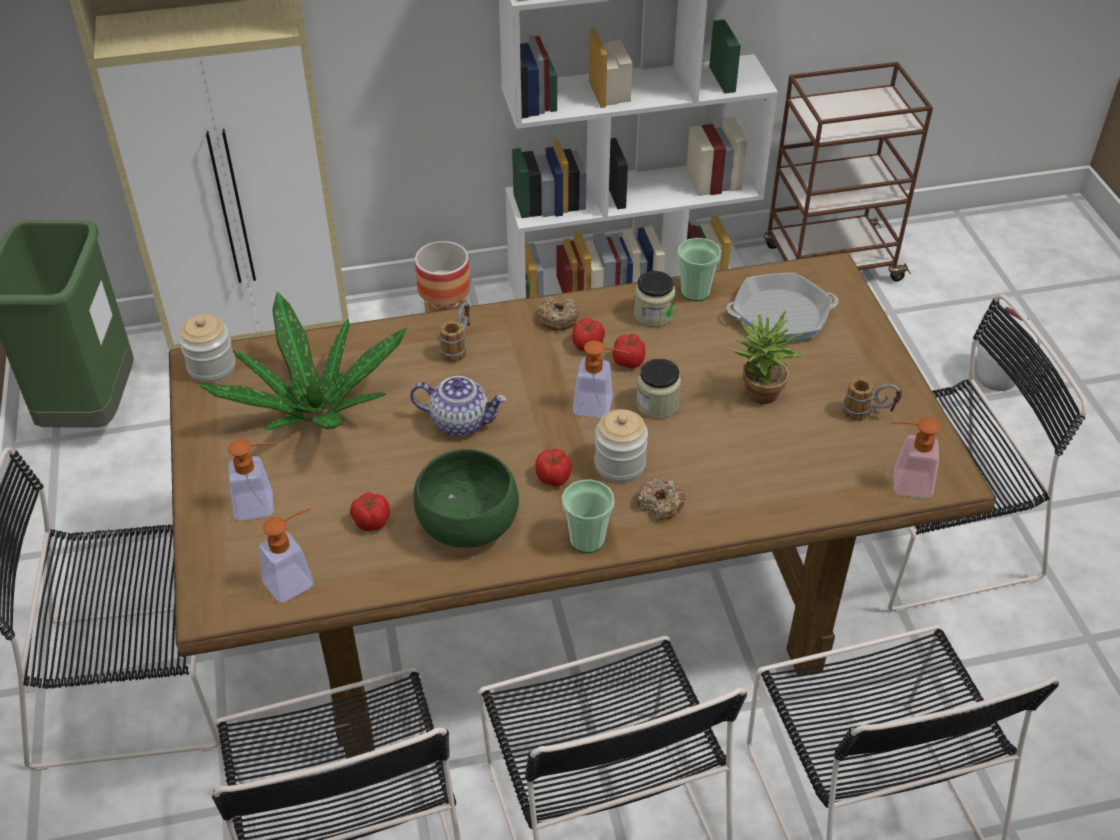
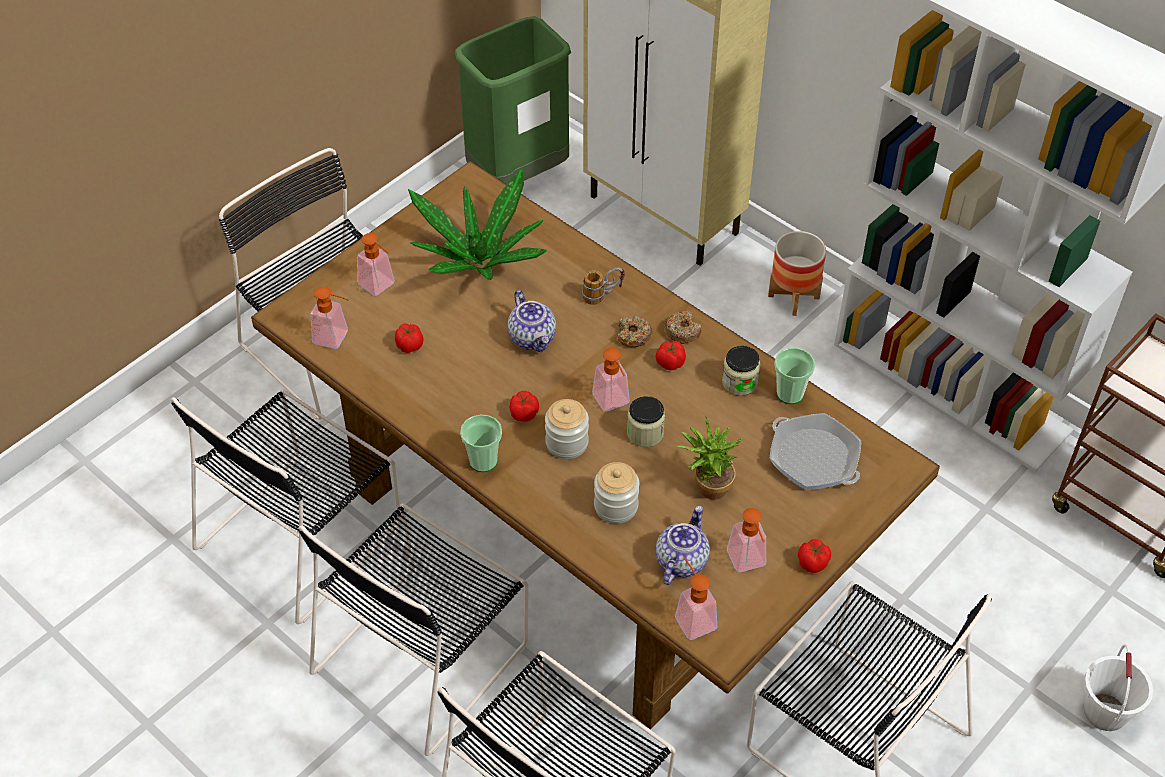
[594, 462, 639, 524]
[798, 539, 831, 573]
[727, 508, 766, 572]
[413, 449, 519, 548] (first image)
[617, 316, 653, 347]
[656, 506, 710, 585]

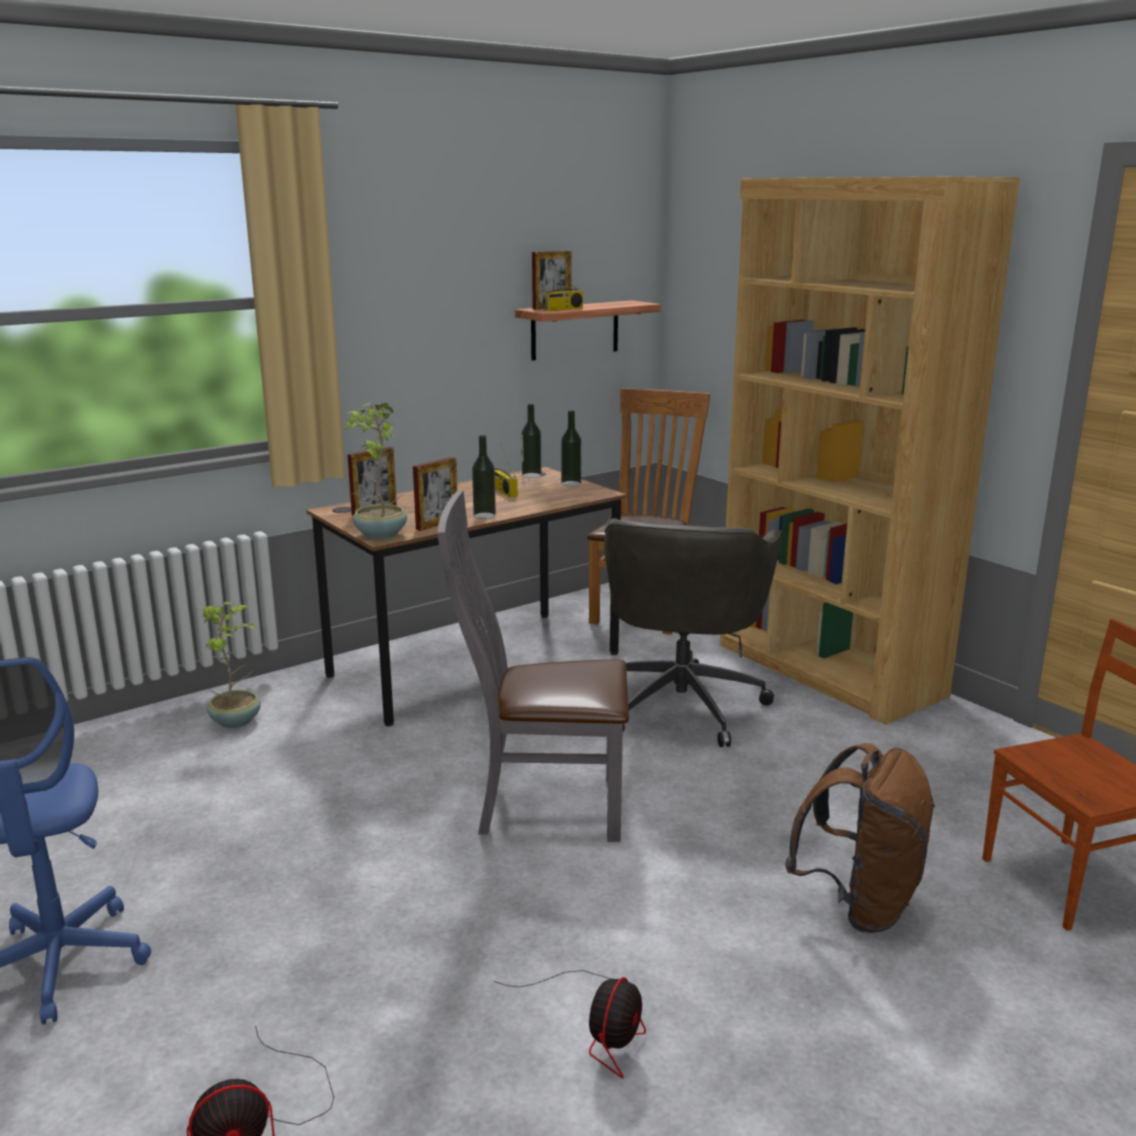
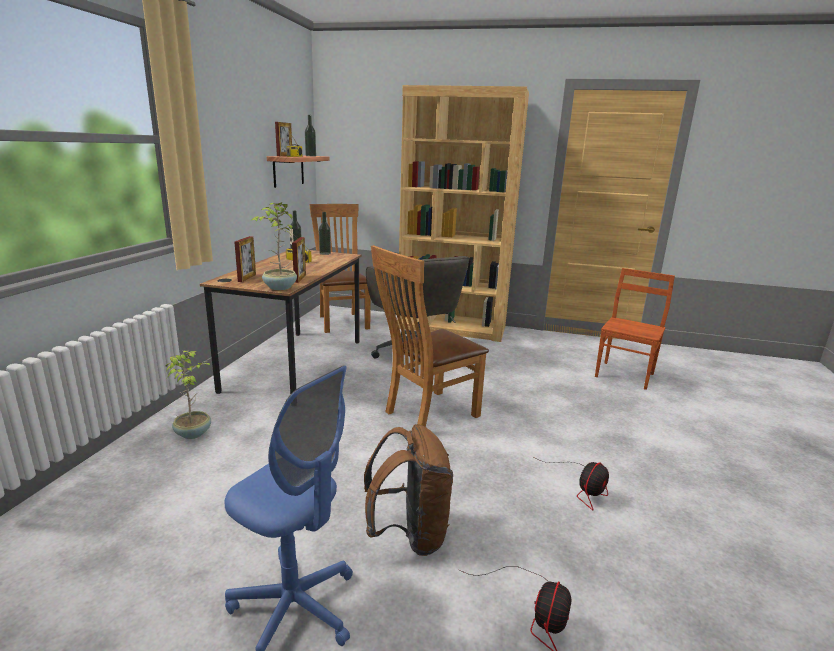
[305, 115, 316, 156]
[371, 245, 489, 427]
[364, 424, 453, 556]
[533, 457, 609, 510]

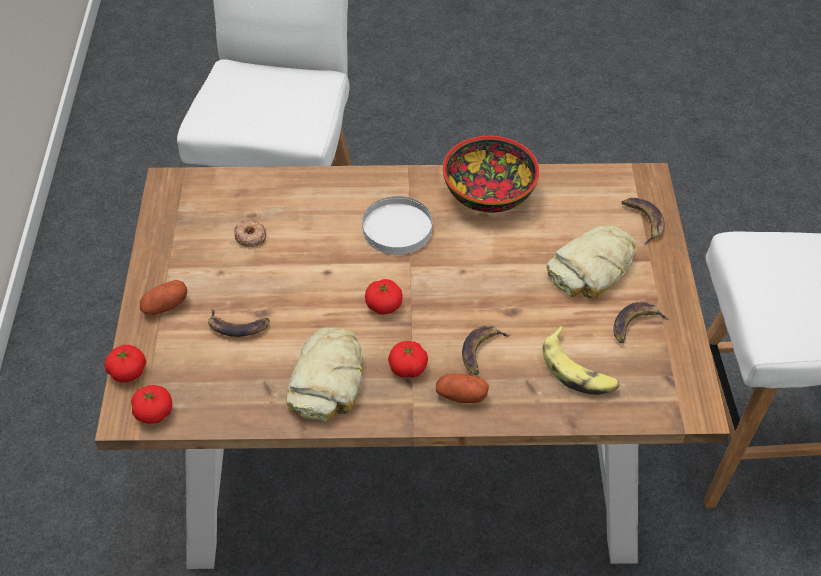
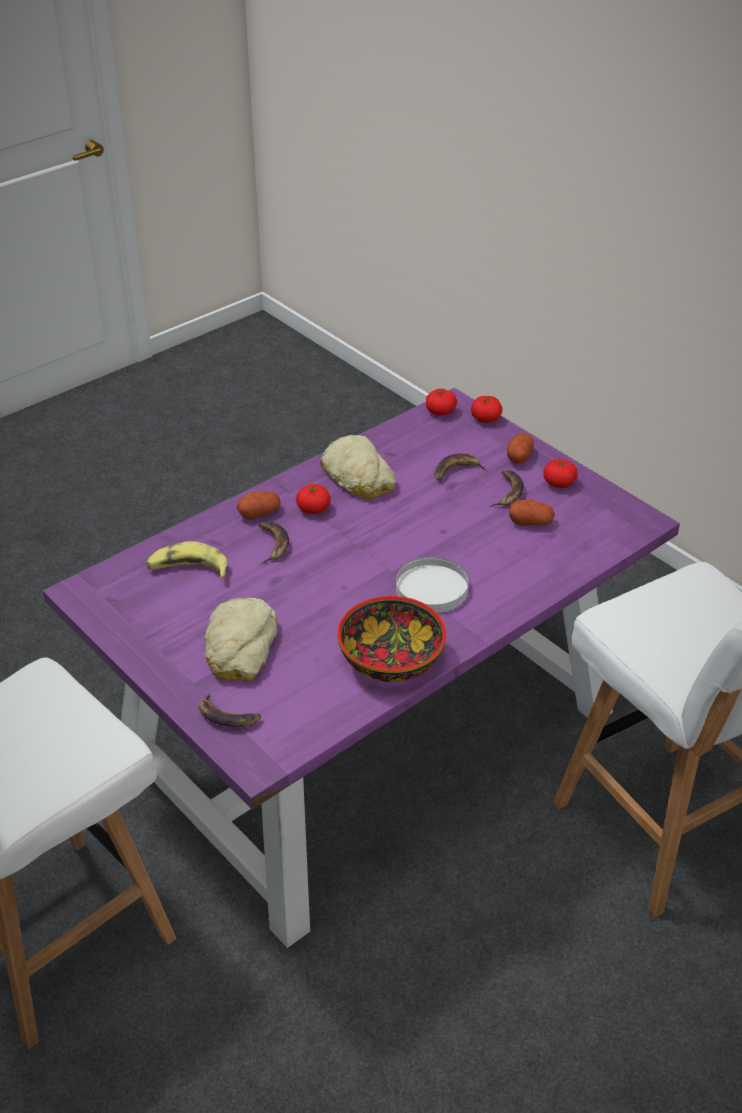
[43, 388, 680, 948]
[509, 499, 555, 526]
[543, 459, 578, 488]
[489, 470, 524, 507]

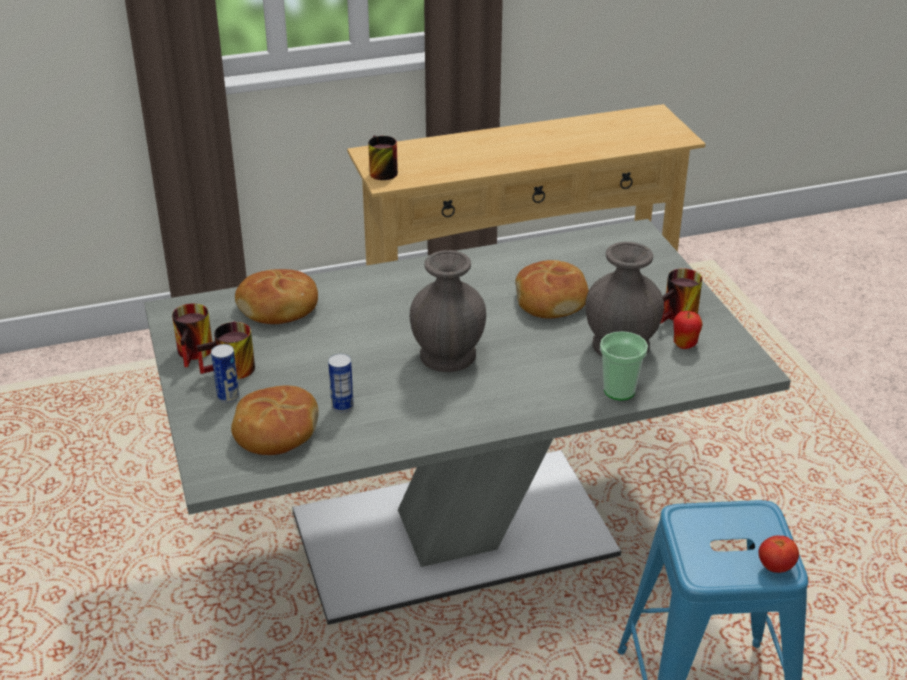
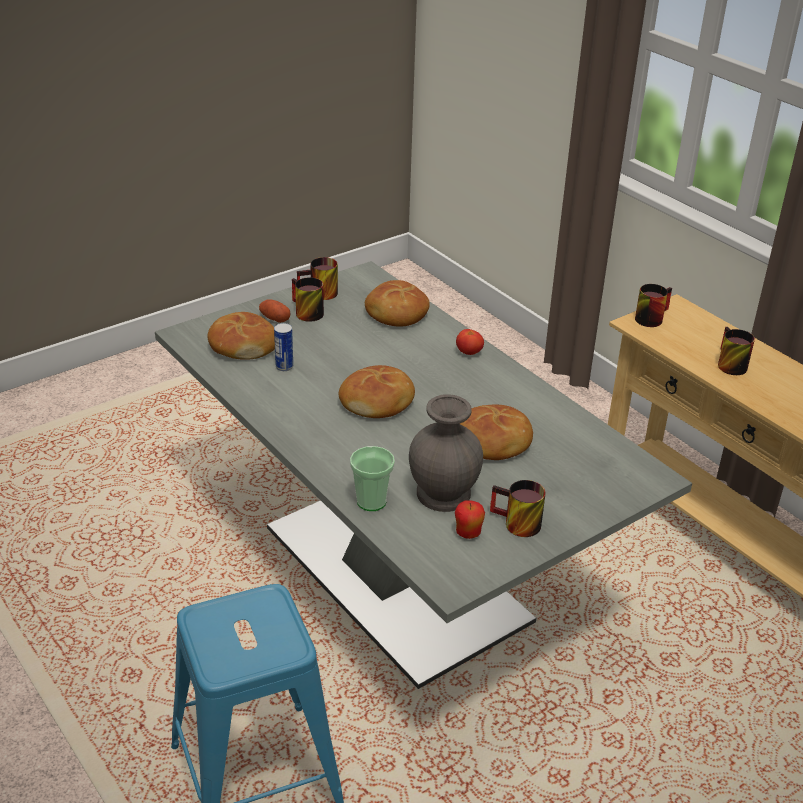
[339, 365, 415, 418]
[259, 299, 290, 323]
[456, 329, 484, 355]
[718, 327, 755, 375]

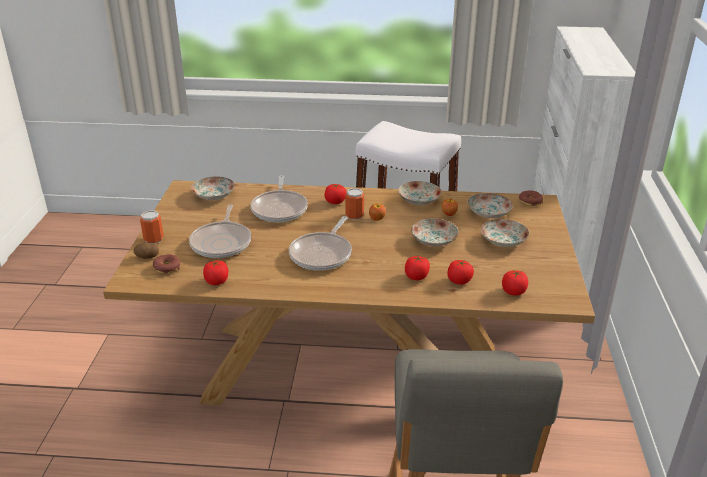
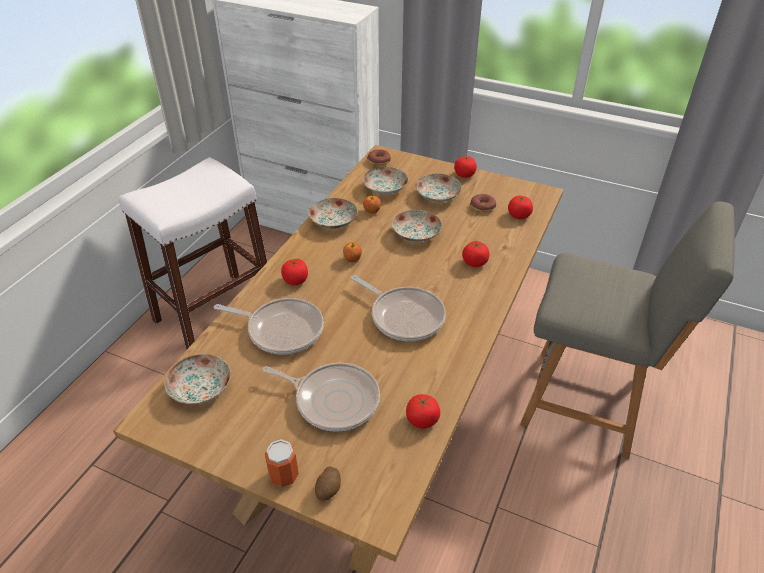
[345, 188, 364, 220] (first image)
[470, 194, 496, 212]
[454, 156, 477, 178]

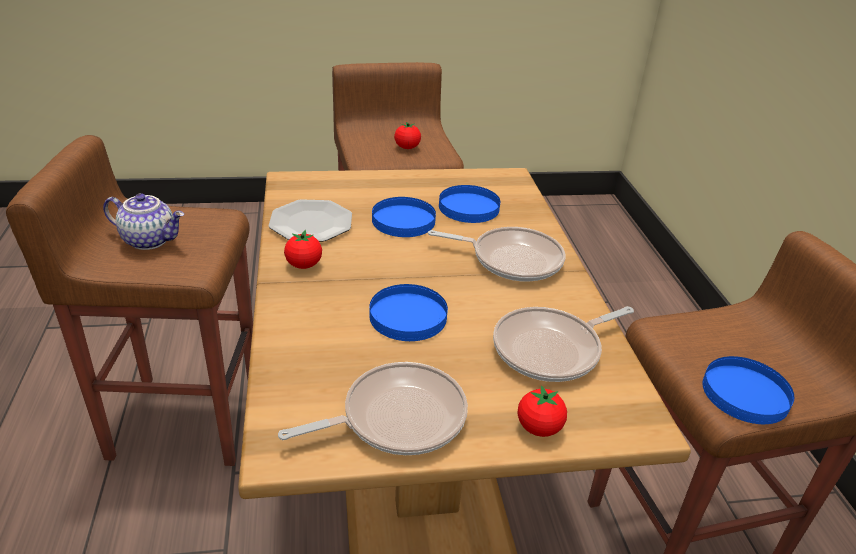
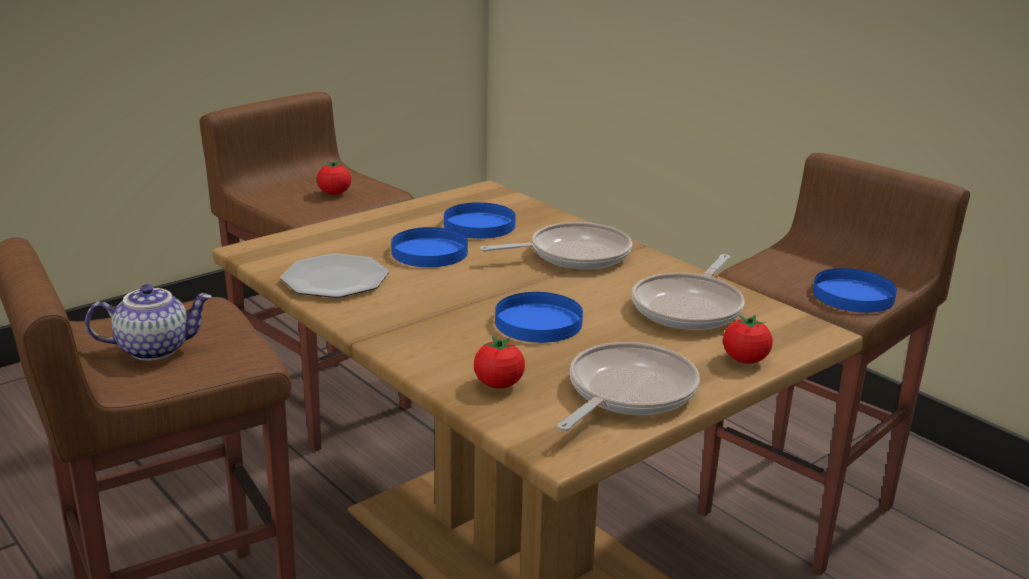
[474, 336, 525, 389]

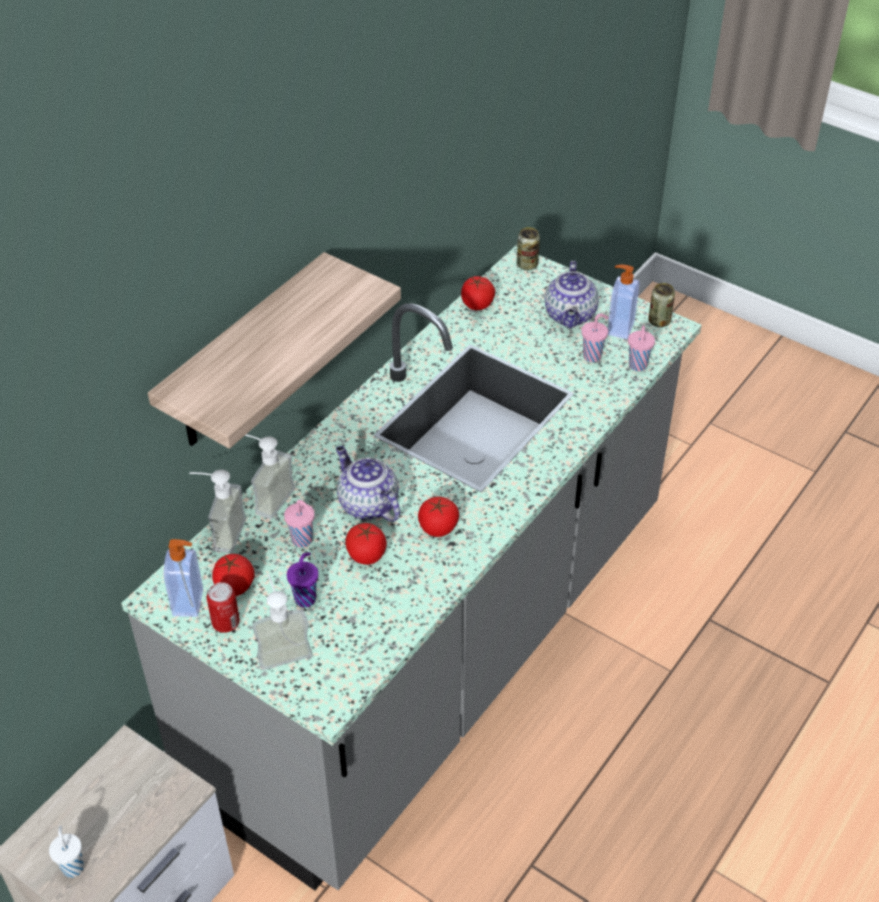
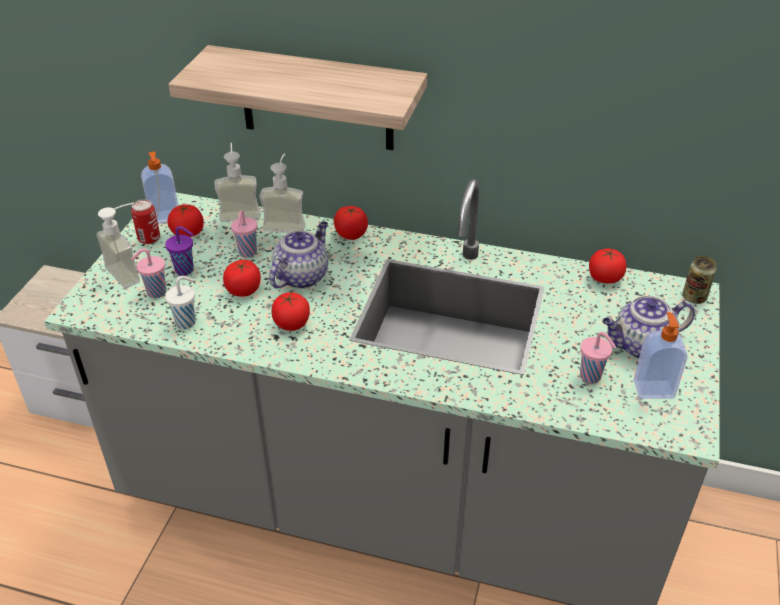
[648, 283, 675, 327] (first image)
[131, 248, 166, 298]
[165, 276, 196, 329]
[334, 206, 368, 240]

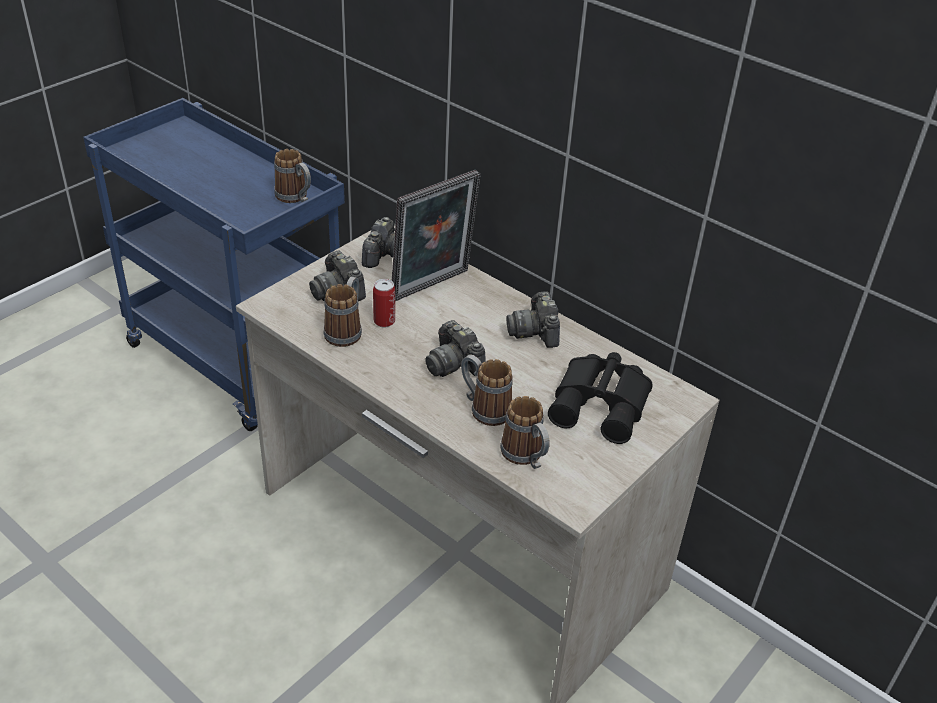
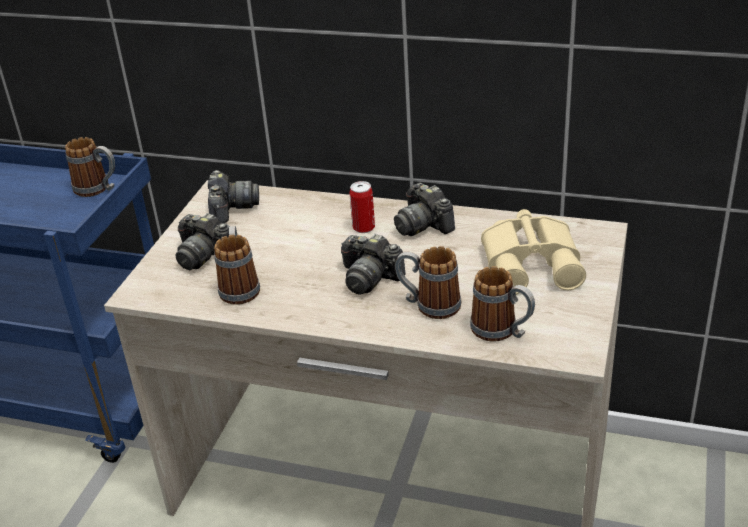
[392, 170, 481, 301] (first image)
[350, 181, 375, 233]
[481, 209, 586, 295]

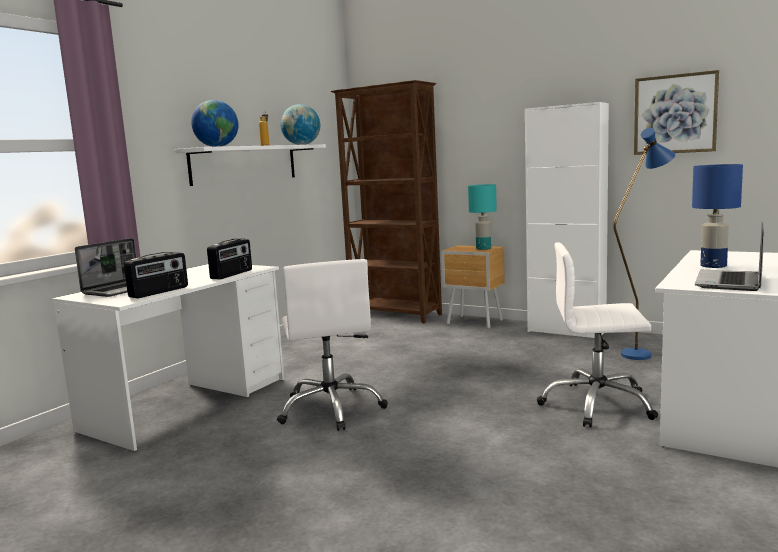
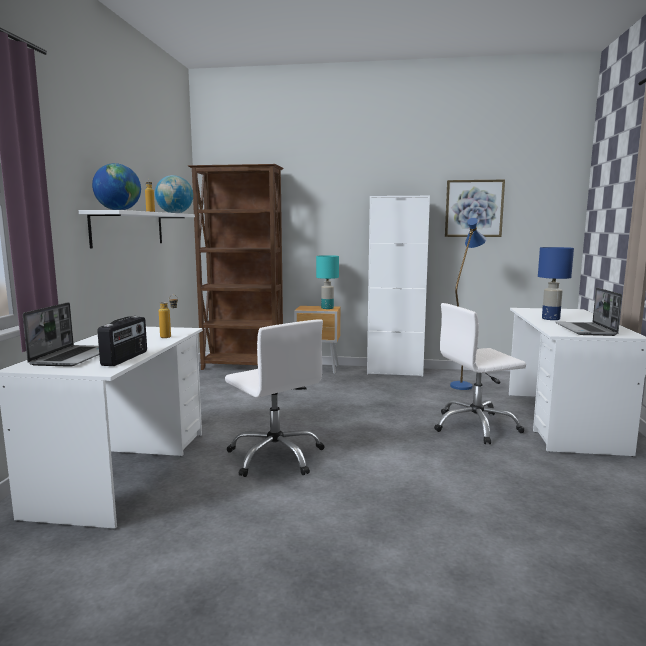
[159, 295, 178, 338]

